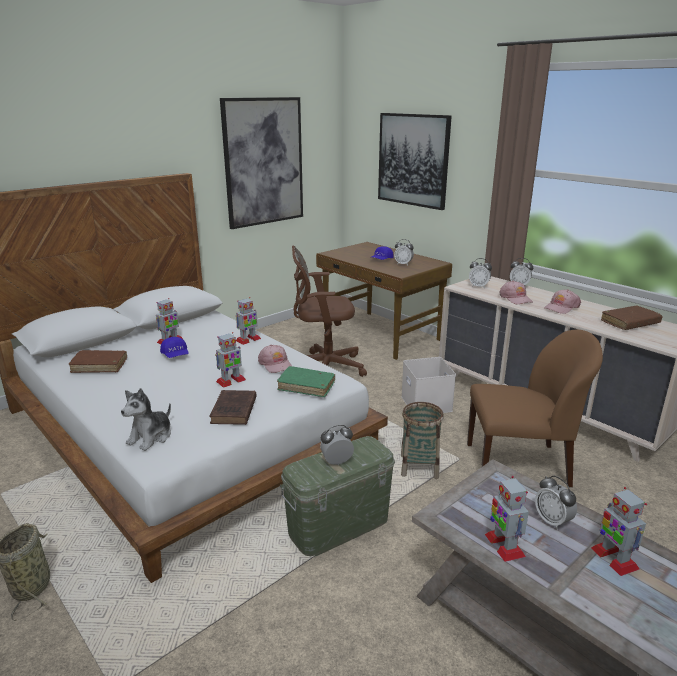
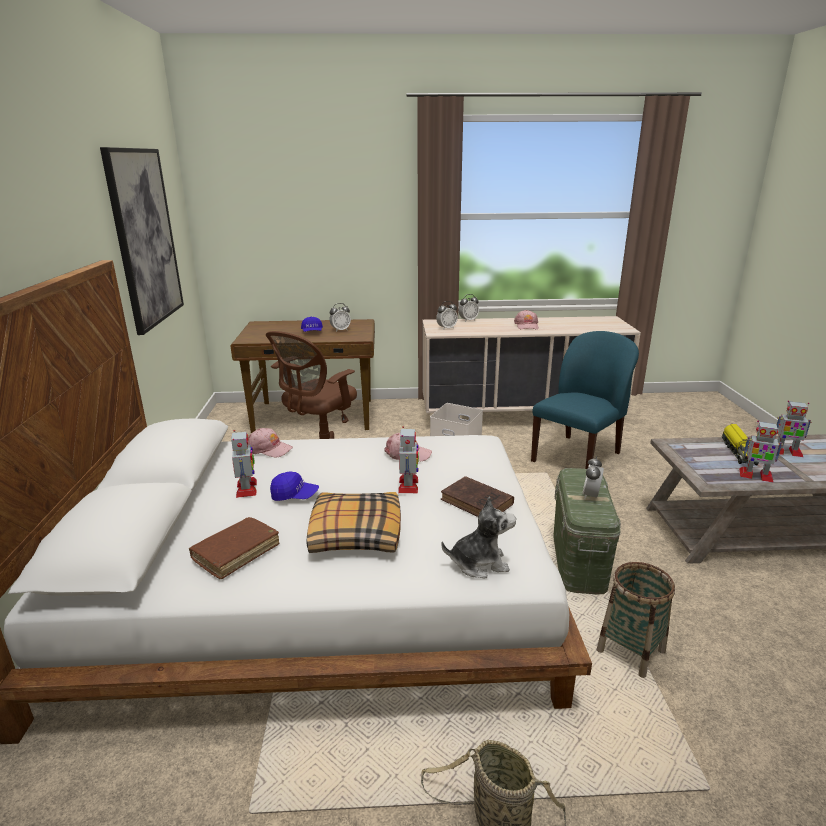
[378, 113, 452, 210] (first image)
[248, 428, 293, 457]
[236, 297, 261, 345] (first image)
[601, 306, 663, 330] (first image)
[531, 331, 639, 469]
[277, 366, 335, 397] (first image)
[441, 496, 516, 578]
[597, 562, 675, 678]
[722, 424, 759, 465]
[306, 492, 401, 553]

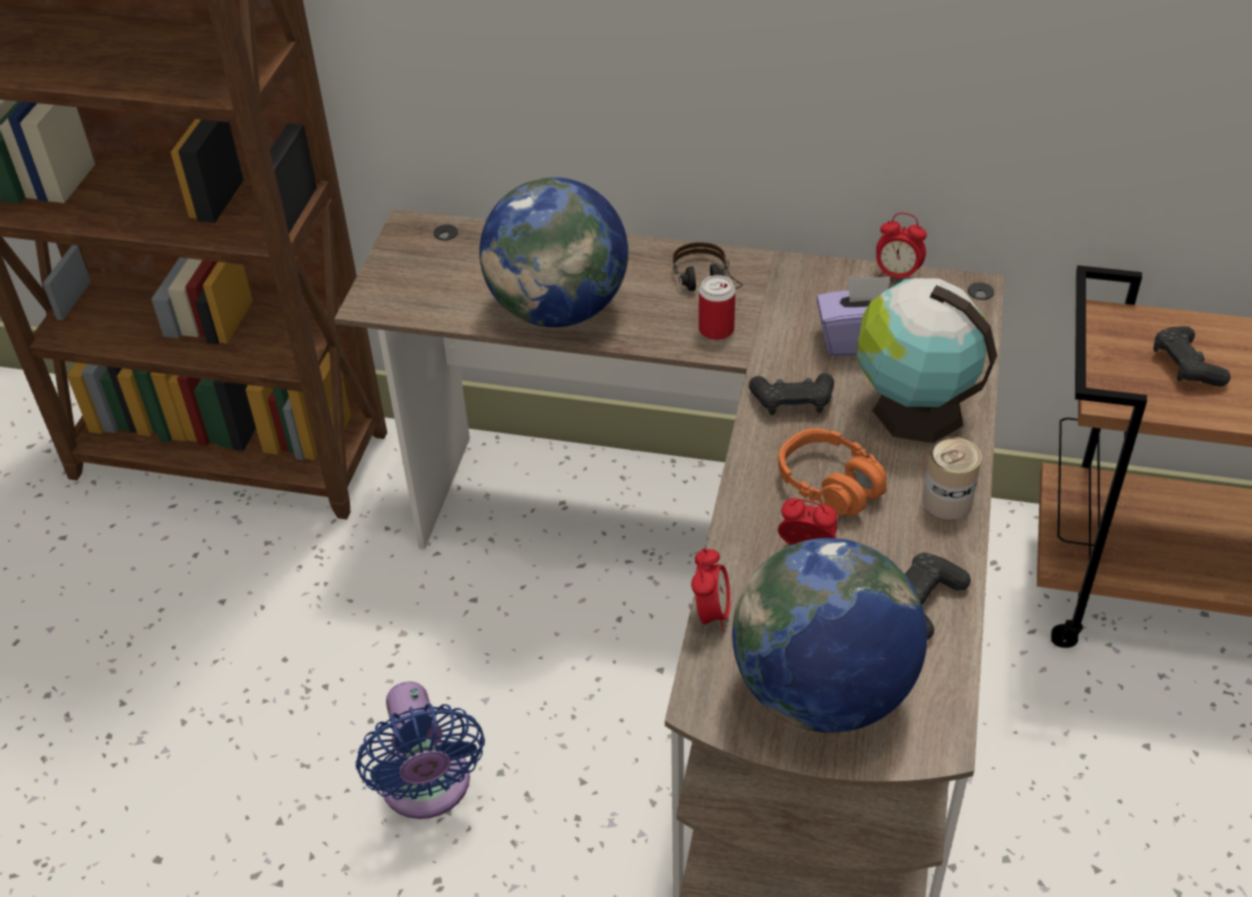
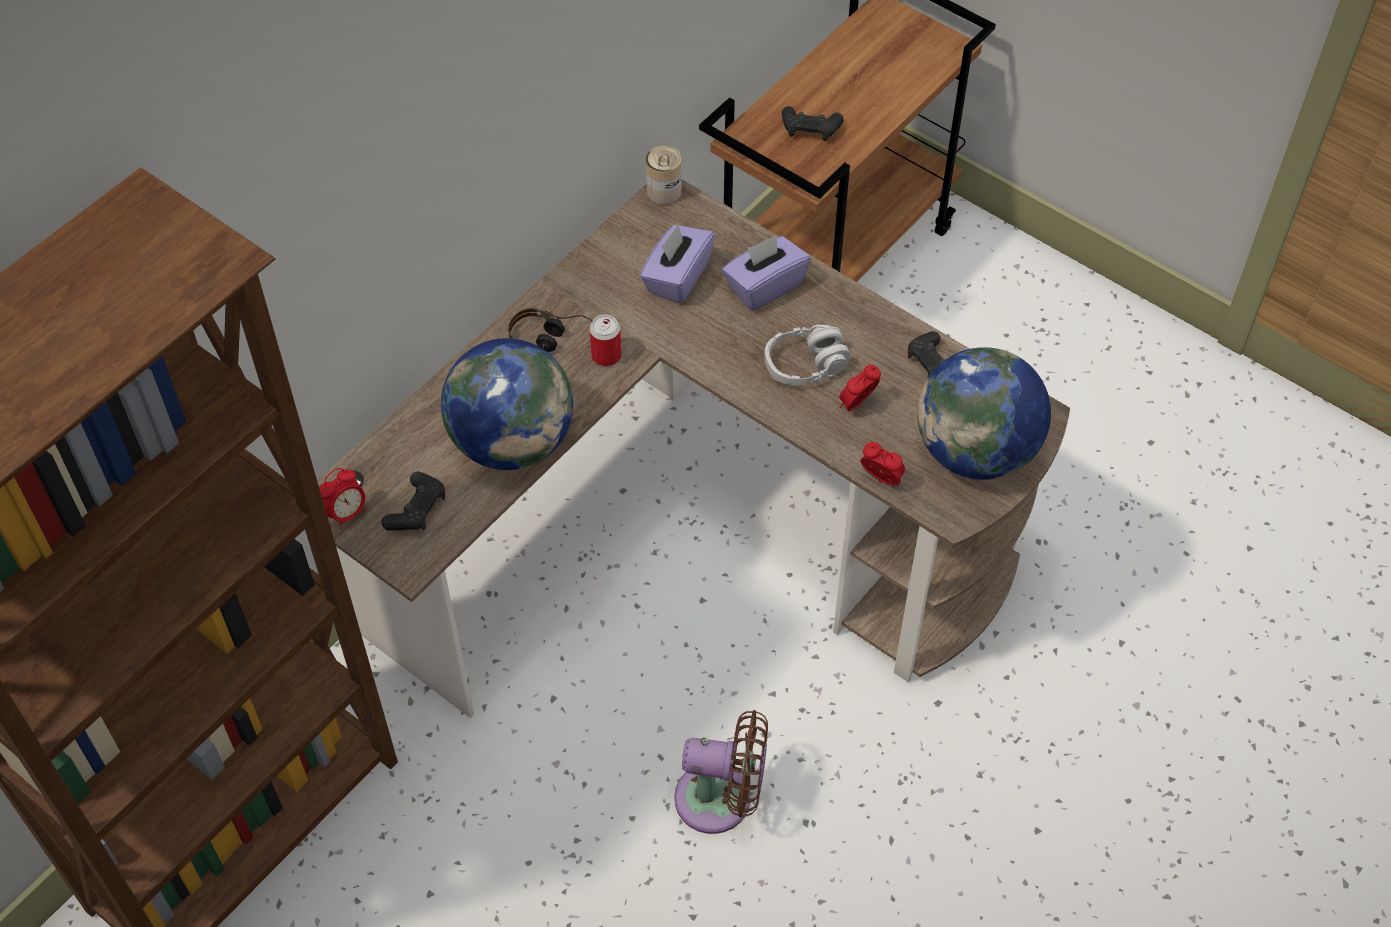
[319, 468, 366, 529]
[722, 235, 811, 310]
[381, 471, 445, 531]
[764, 325, 851, 386]
[646, 146, 682, 204]
[674, 710, 768, 834]

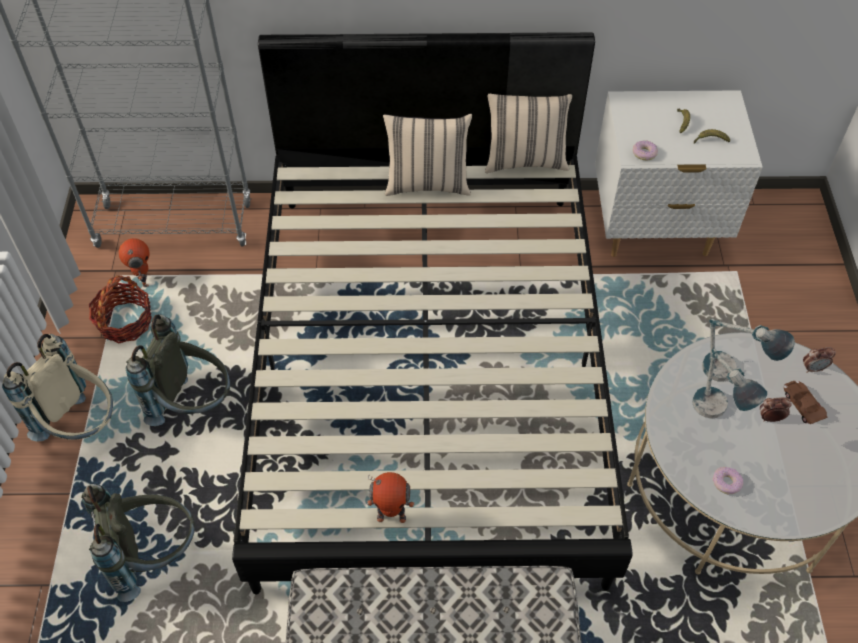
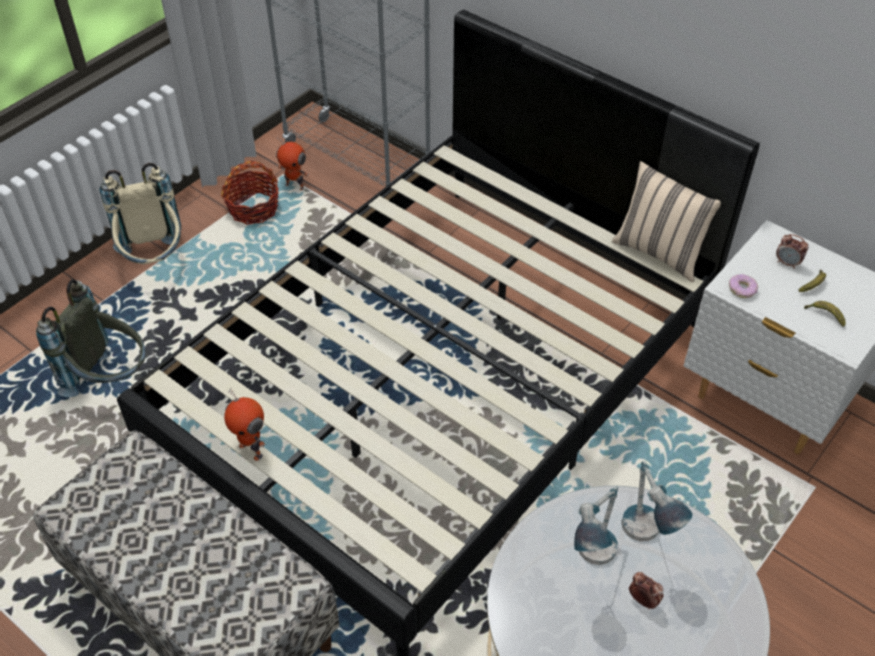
[383, 113, 472, 196] (first image)
[276, 136, 309, 190]
[126, 315, 230, 426] (first image)
[776, 234, 809, 269]
[784, 381, 827, 424] (first image)
[713, 467, 743, 495] (first image)

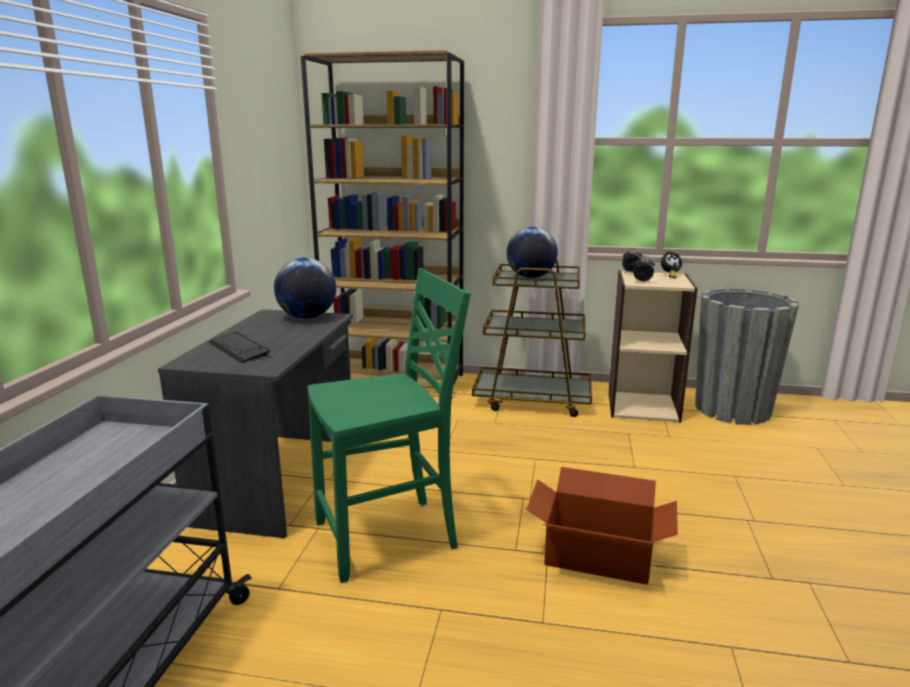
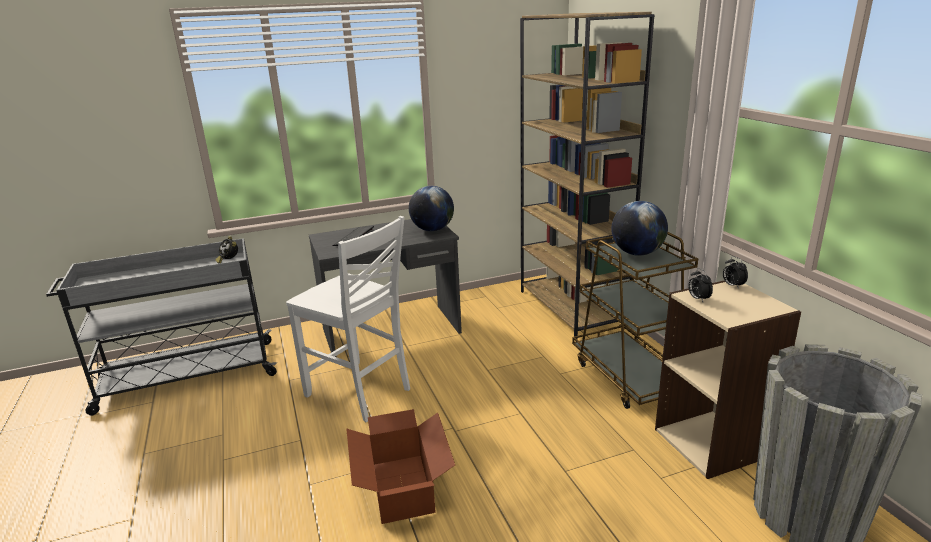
[215, 236, 238, 263]
[286, 216, 410, 422]

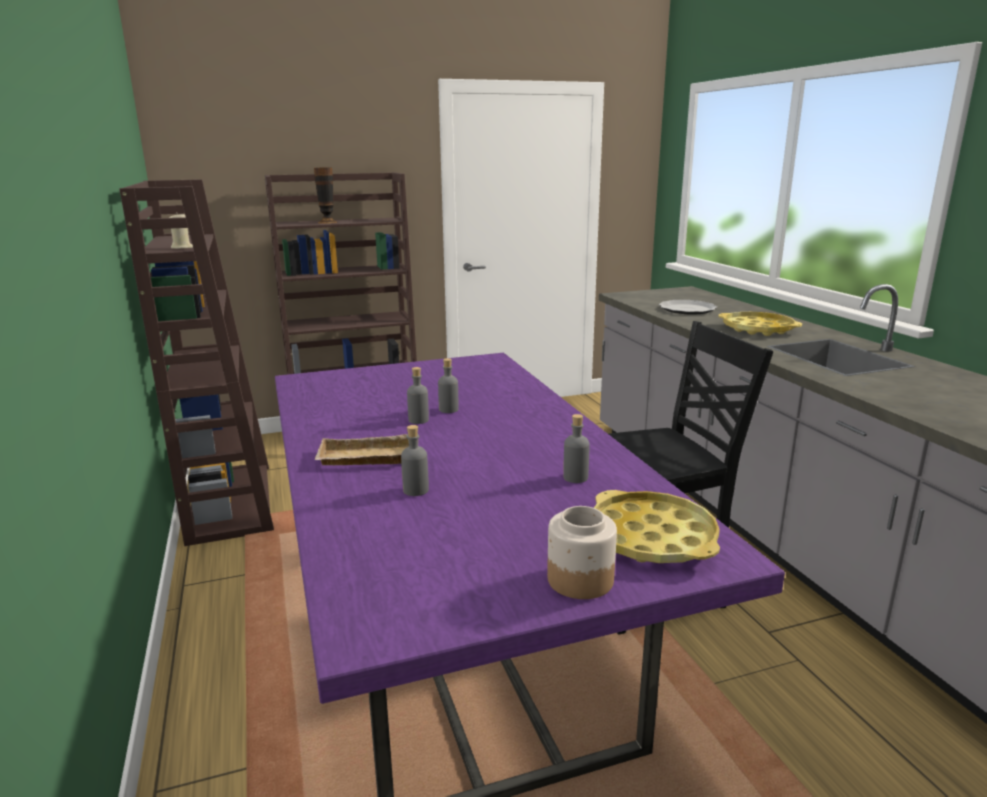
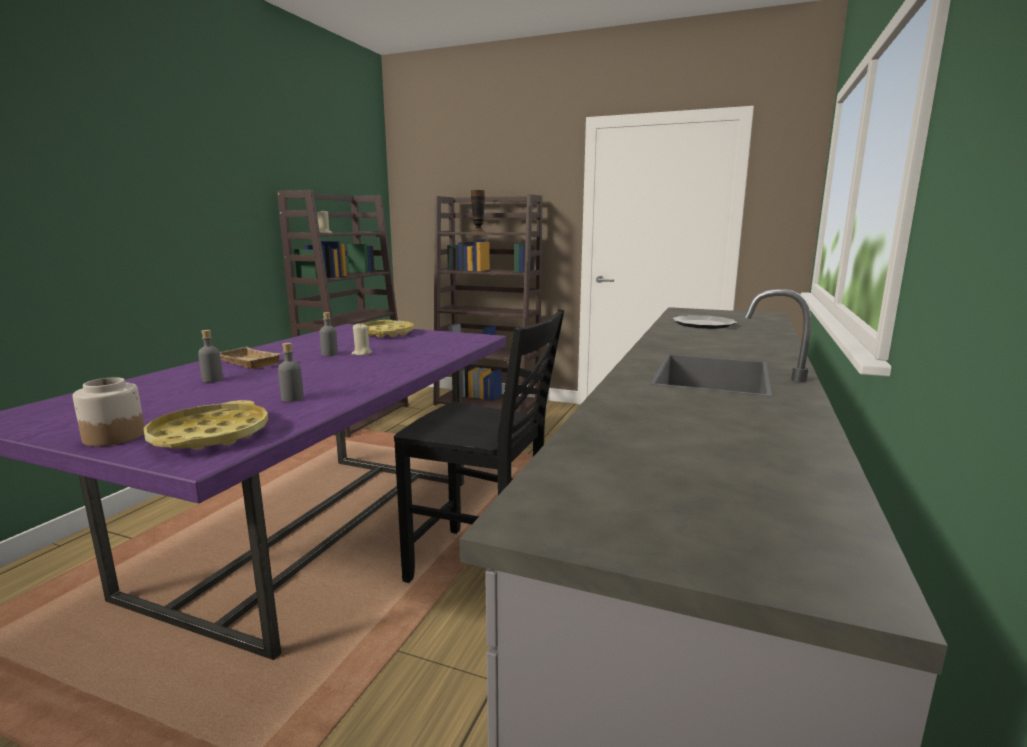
[361, 320, 414, 338]
[351, 323, 372, 355]

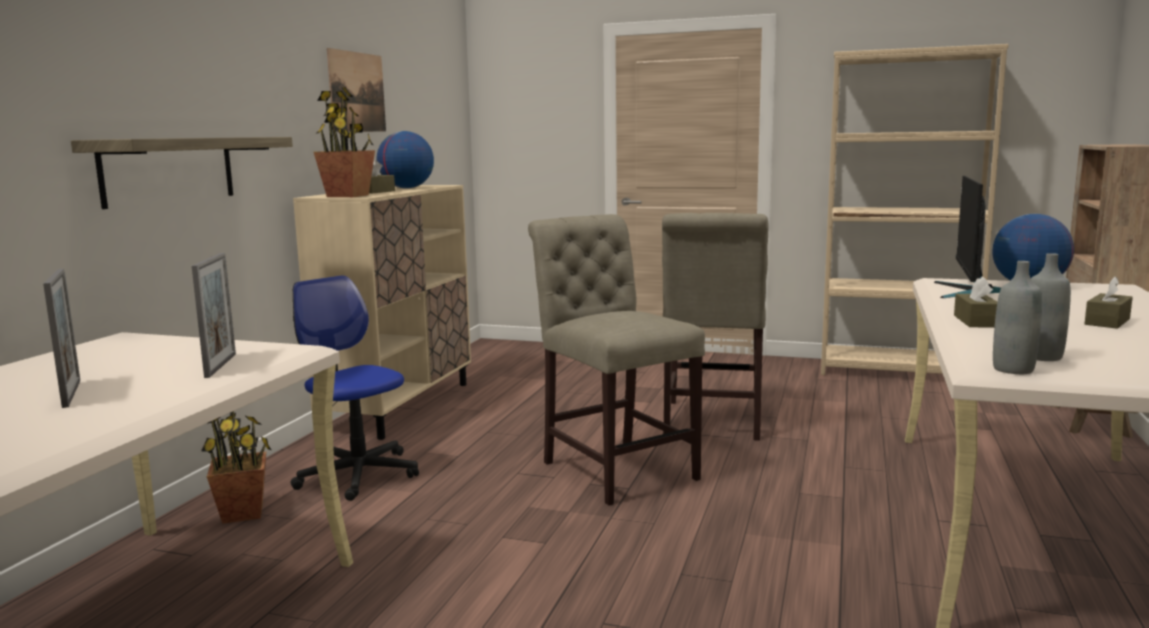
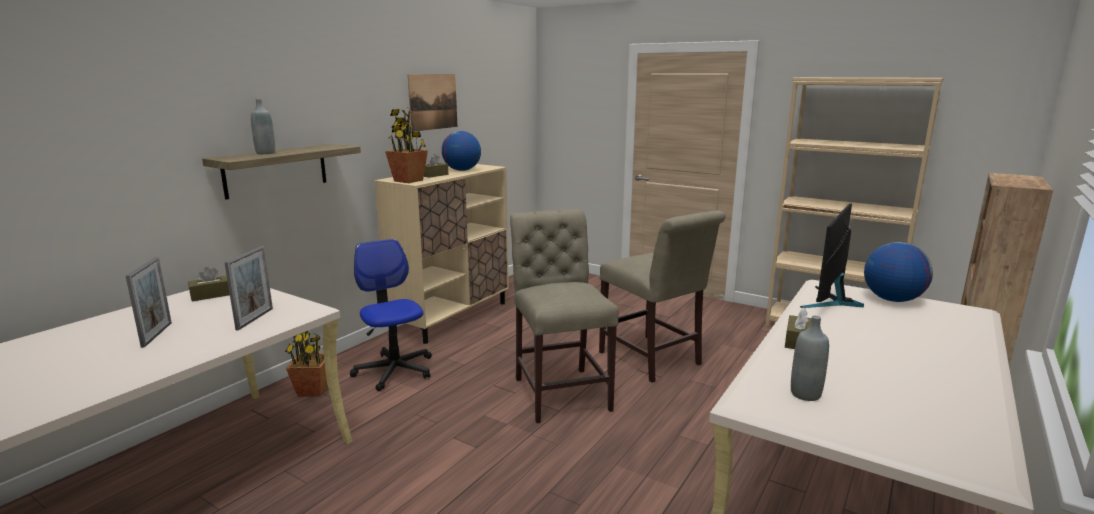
[599, 211, 726, 383]
[251, 99, 275, 154]
[188, 267, 230, 301]

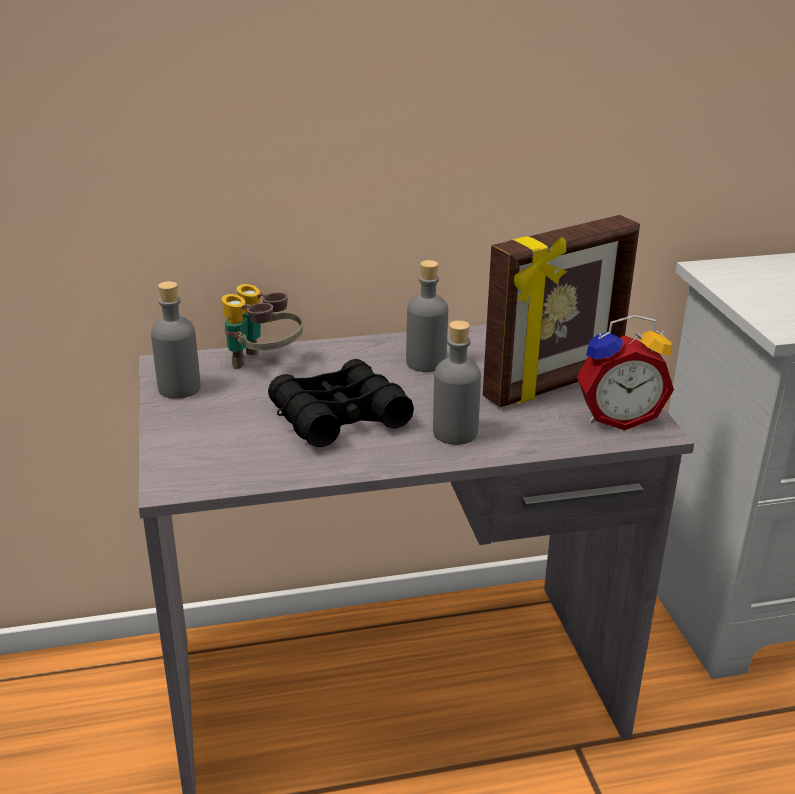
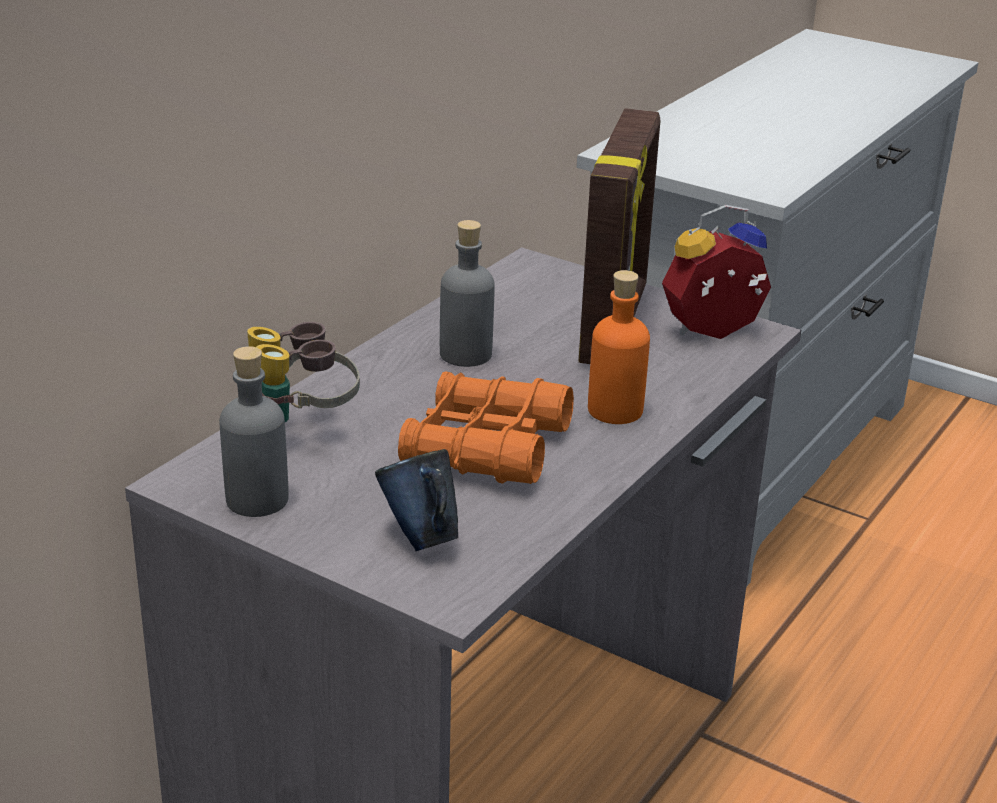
[662, 205, 771, 339]
[588, 270, 650, 424]
[398, 372, 574, 484]
[375, 449, 458, 551]

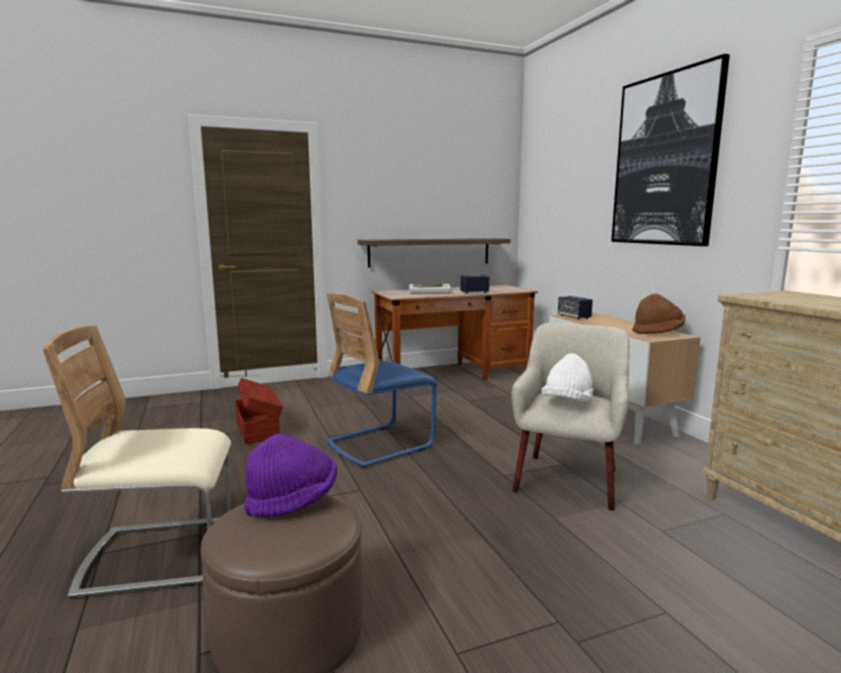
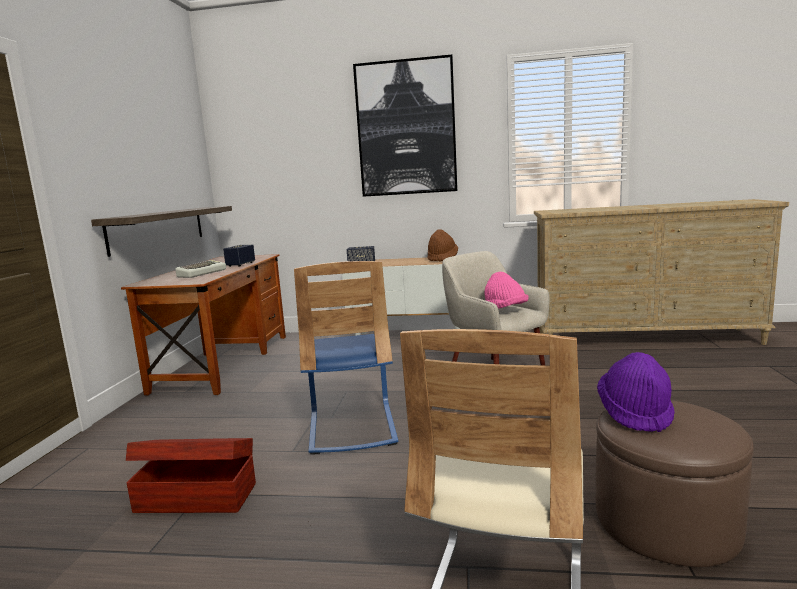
[485, 272, 529, 309]

